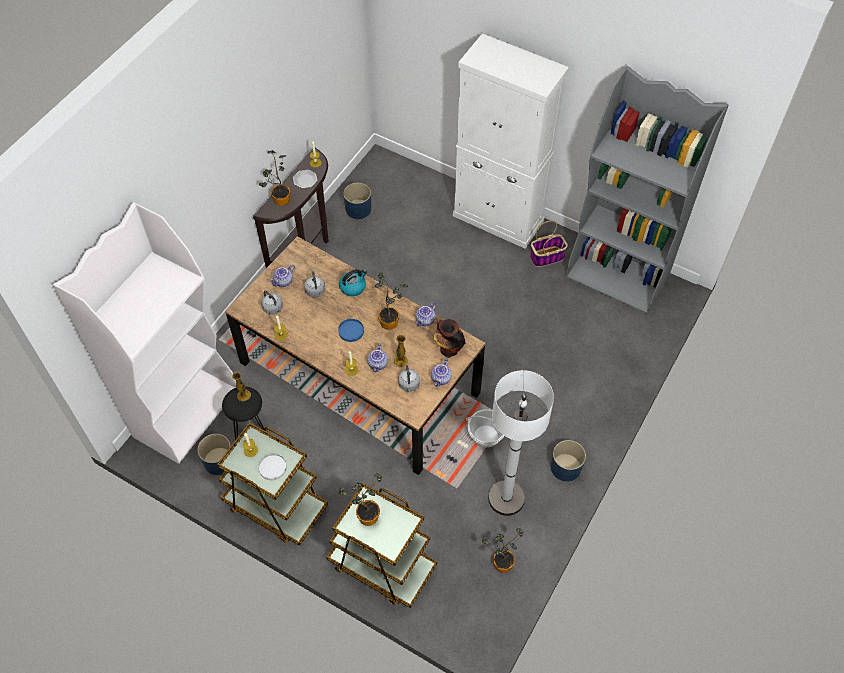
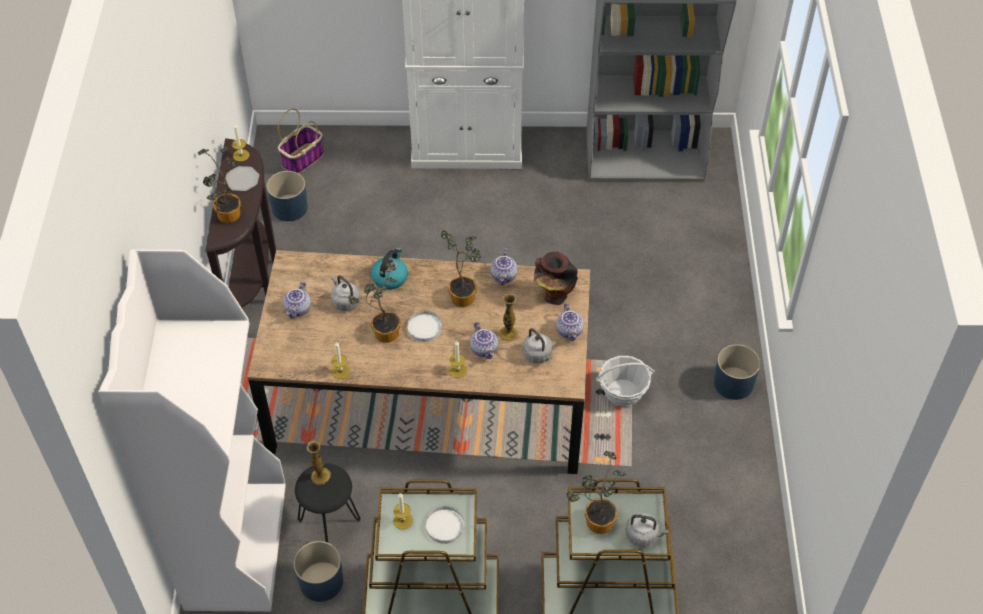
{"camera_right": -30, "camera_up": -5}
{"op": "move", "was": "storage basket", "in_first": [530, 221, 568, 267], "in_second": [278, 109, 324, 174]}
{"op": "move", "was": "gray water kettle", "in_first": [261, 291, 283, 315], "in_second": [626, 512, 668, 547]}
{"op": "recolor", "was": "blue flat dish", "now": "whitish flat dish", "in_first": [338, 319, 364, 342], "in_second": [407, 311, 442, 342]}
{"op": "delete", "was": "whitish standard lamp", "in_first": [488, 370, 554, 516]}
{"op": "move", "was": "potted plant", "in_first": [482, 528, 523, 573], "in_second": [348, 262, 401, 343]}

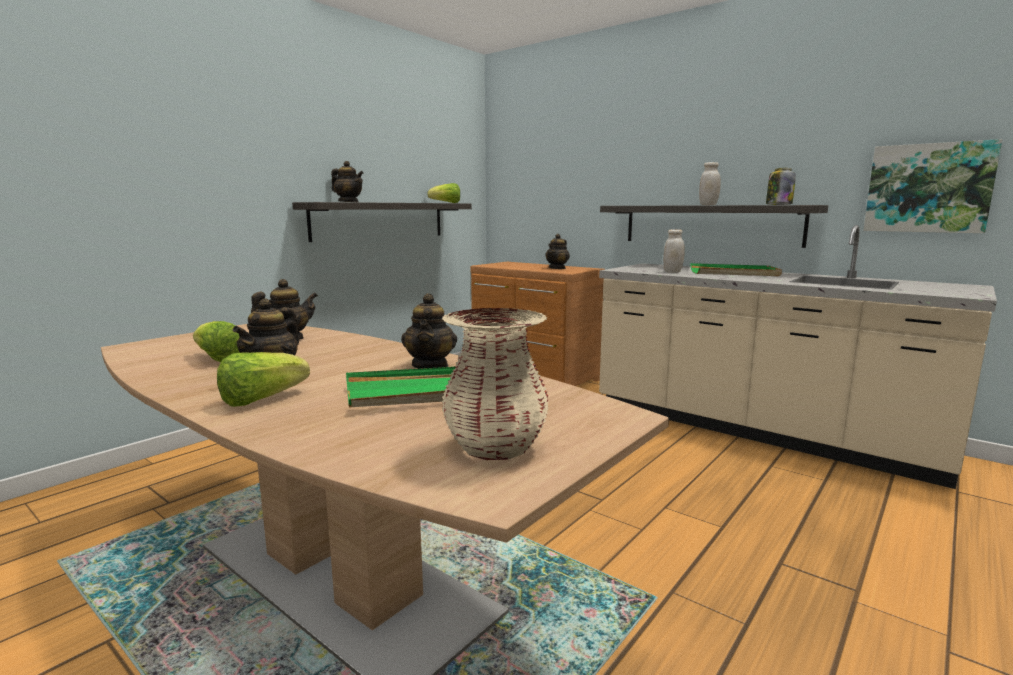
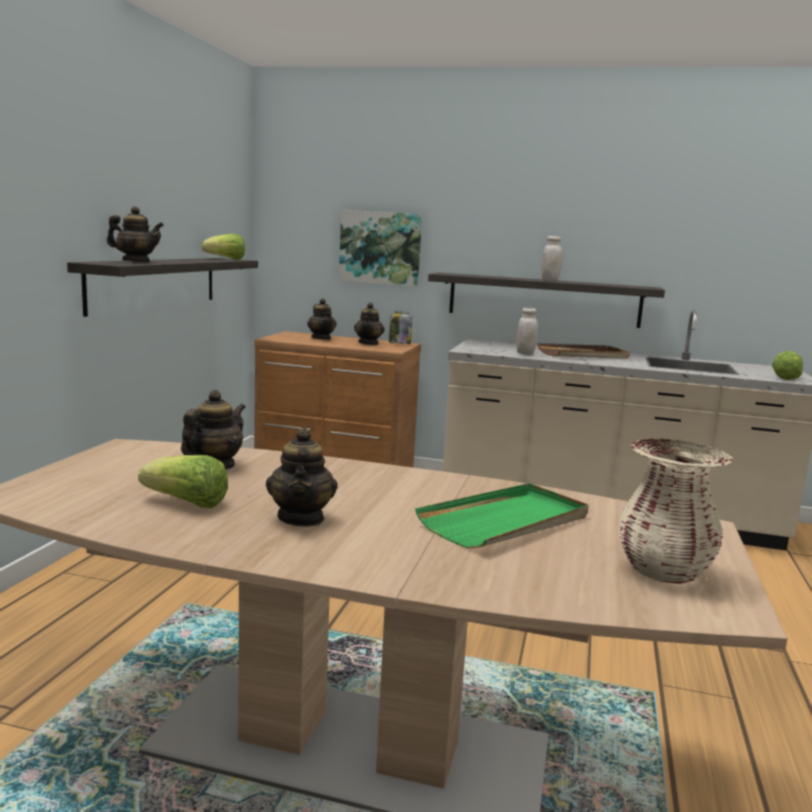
{"camera_right": -25, "camera_up": 0}
{"op": "move", "was": "picture", "in_first": [863, 139, 1002, 233], "in_second": [339, 210, 422, 287]}
{"op": "move", "was": "jar", "in_first": [766, 168, 796, 205], "in_second": [389, 311, 412, 344]}
{"op": "recolor", "was": "green-coloured carrying tray", "now": "brownish carrying tray", "in_first": [690, 263, 782, 276], "in_second": [538, 343, 630, 359]}
{"op": "move", "was": "tea pot", "in_first": [401, 293, 457, 369], "in_second": [307, 298, 336, 340]}
{"op": "move", "was": "head of lettuce", "in_first": [217, 352, 310, 407], "in_second": [772, 351, 803, 380]}

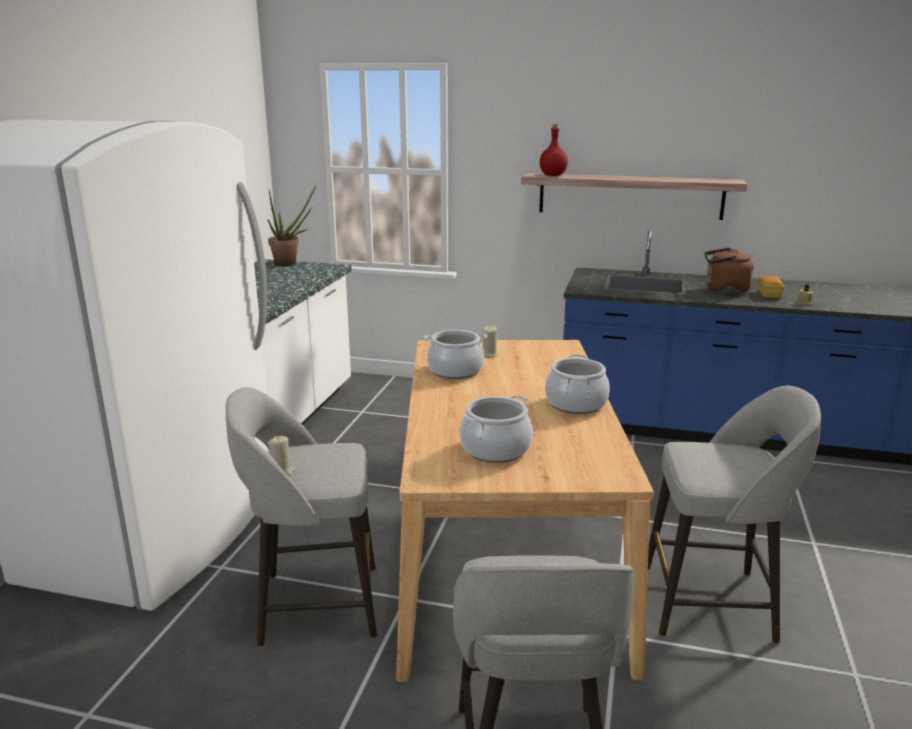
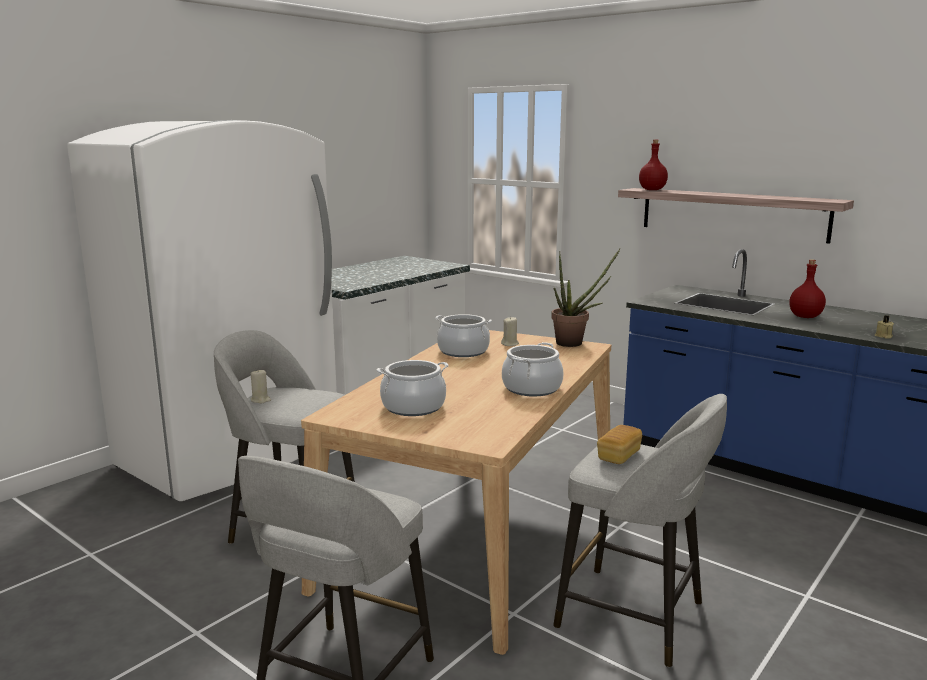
{"camera_right": 25, "camera_up": -5}
{"op": "move", "was": "potted plant", "in_first": [267, 184, 317, 266], "in_second": [551, 249, 620, 347]}
{"op": "replace", "was": "brownish water kettle", "now": "reddish beverage bottle", "in_first": [704, 248, 754, 294], "in_second": [789, 259, 826, 318]}
{"op": "move", "was": "bread", "in_first": [758, 275, 784, 298], "in_second": [597, 425, 642, 464]}

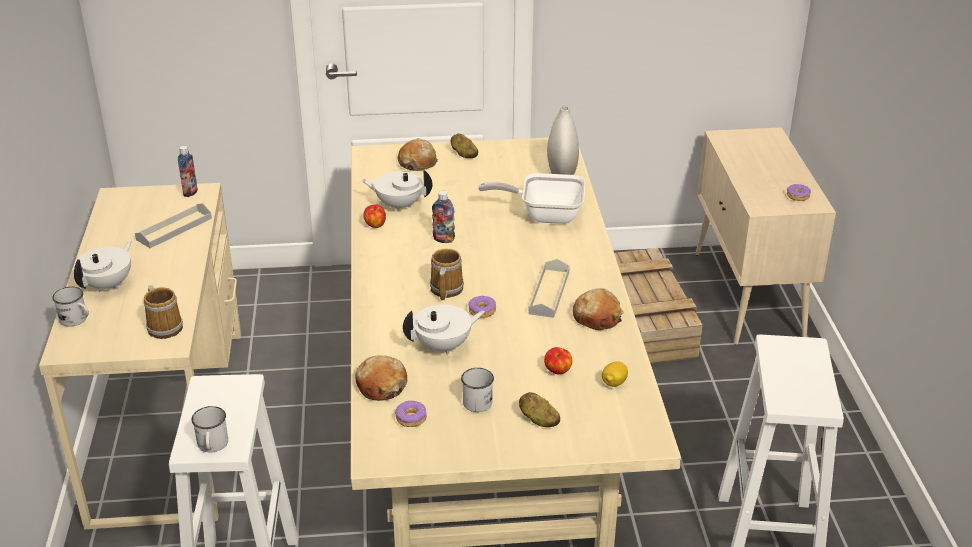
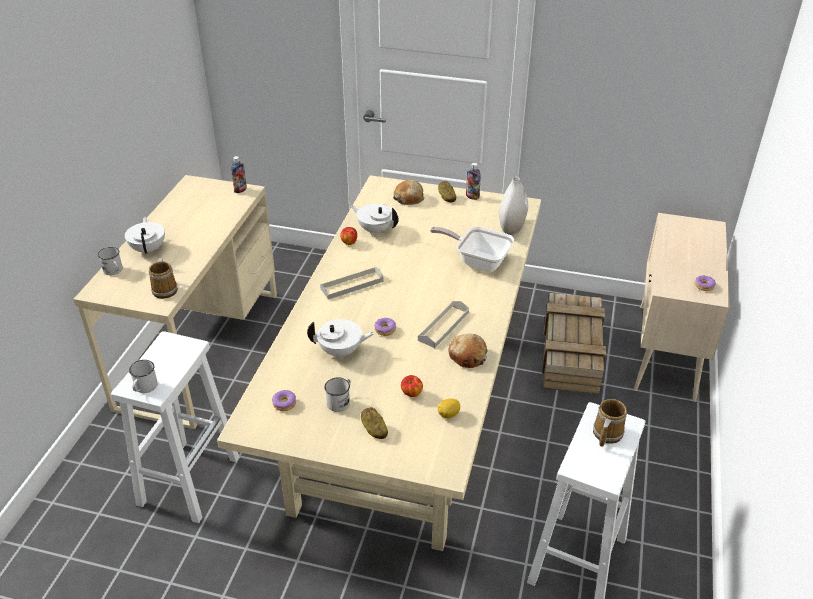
{"camera_right": 20, "camera_up": 5}
{"op": "move", "was": "beverage bottle", "in_first": [432, 191, 455, 243], "in_second": [466, 163, 481, 200]}
{"op": "move", "was": "gray carrying tray", "in_first": [135, 203, 212, 248], "in_second": [320, 267, 384, 300]}
{"op": "rotate", "was": "whitish tea pot", "in_first": [74, 241, 132, 292], "in_second": [125, 217, 165, 255], "clockwise": -60}
{"op": "move", "was": "coffee mug", "in_first": [430, 248, 464, 301], "in_second": [593, 399, 627, 447]}
{"op": "delete", "was": "bread", "in_first": [355, 355, 407, 401]}

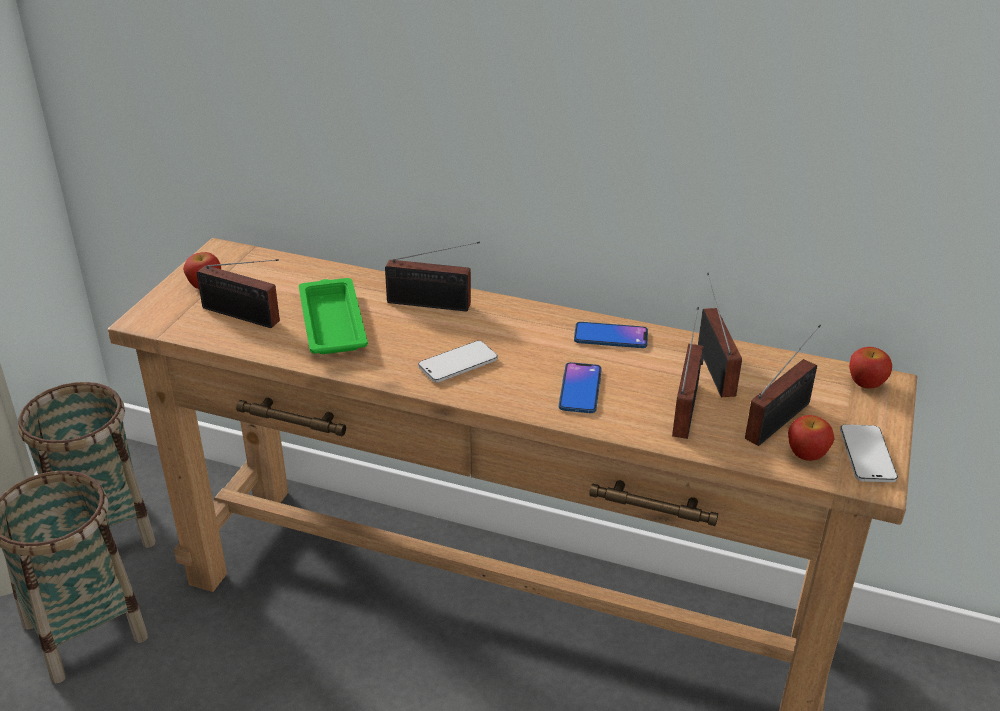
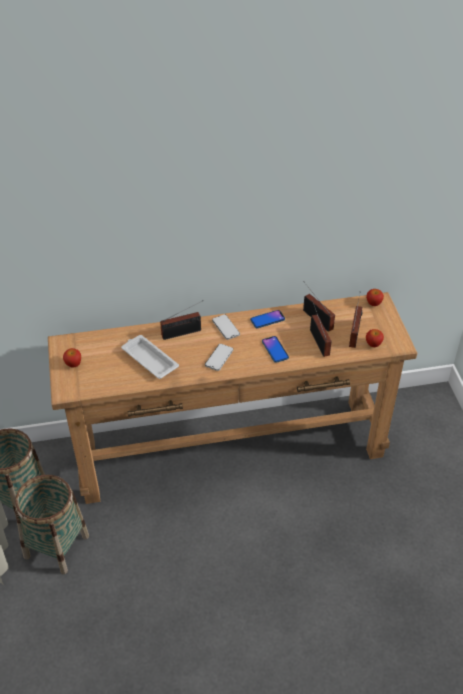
{"camera_right": -30, "camera_up": 10}
{"op": "delete", "was": "radio", "in_first": [197, 259, 280, 328]}
{"op": "recolor", "was": "green-coloured carrying tray", "now": "whitish carrying tray", "in_first": [299, 278, 368, 354], "in_second": [121, 335, 179, 379]}
{"op": "move", "was": "handset", "in_first": [840, 424, 898, 482], "in_second": [212, 315, 240, 340]}

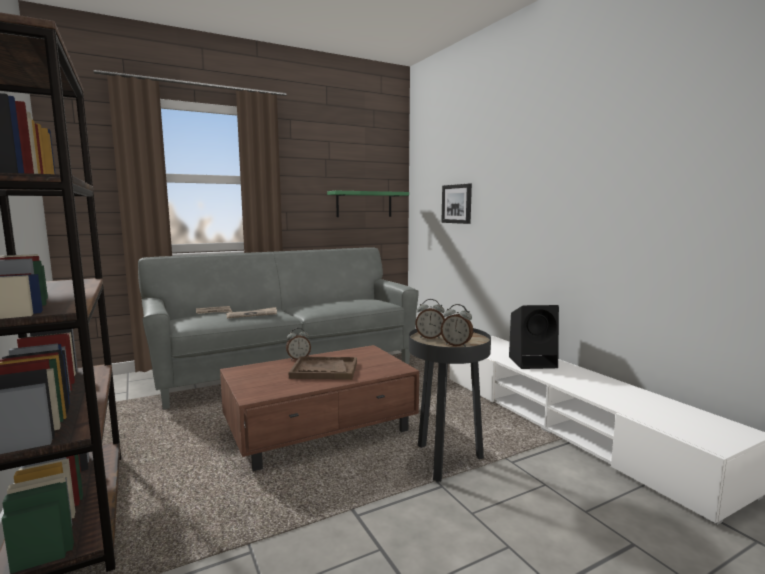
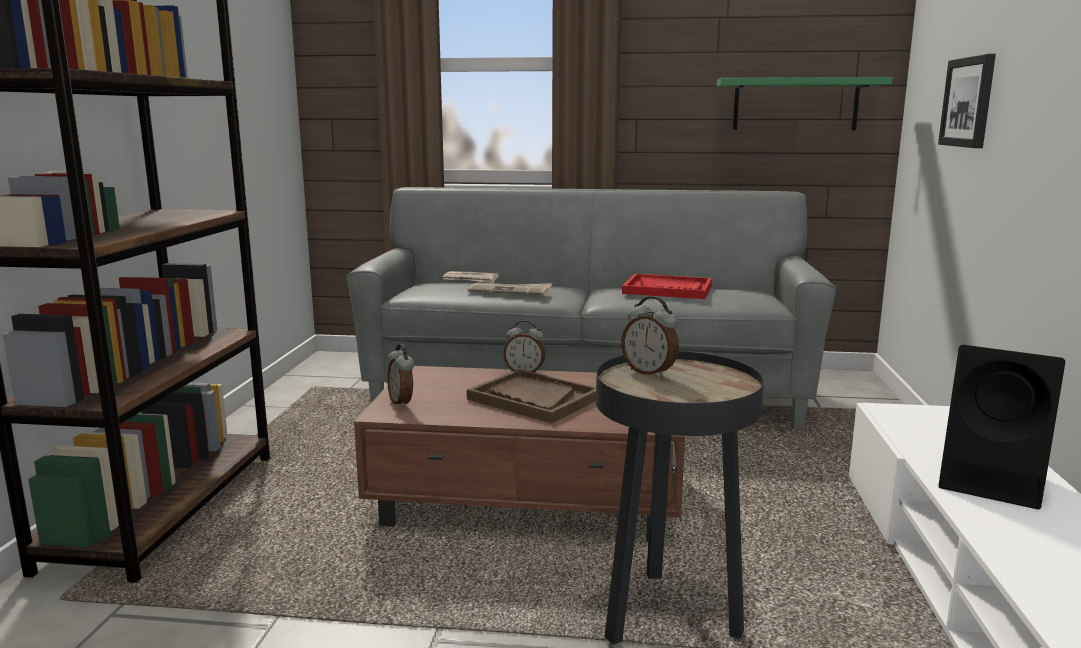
{"camera_right": 35, "camera_up": 5}
{"op": "move", "was": "table clock", "in_first": [441, 304, 473, 347], "in_second": [387, 344, 414, 408]}
{"op": "insert", "now": "reddish carrying tray", "in_second": [622, 274, 712, 299]}

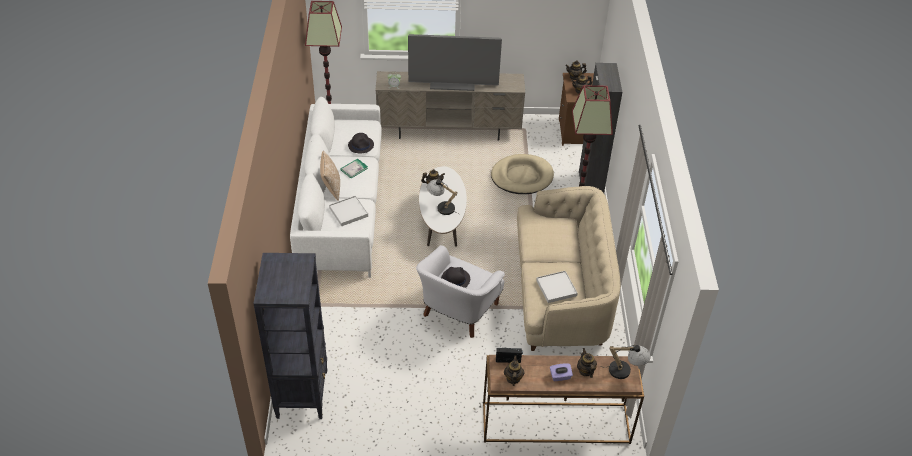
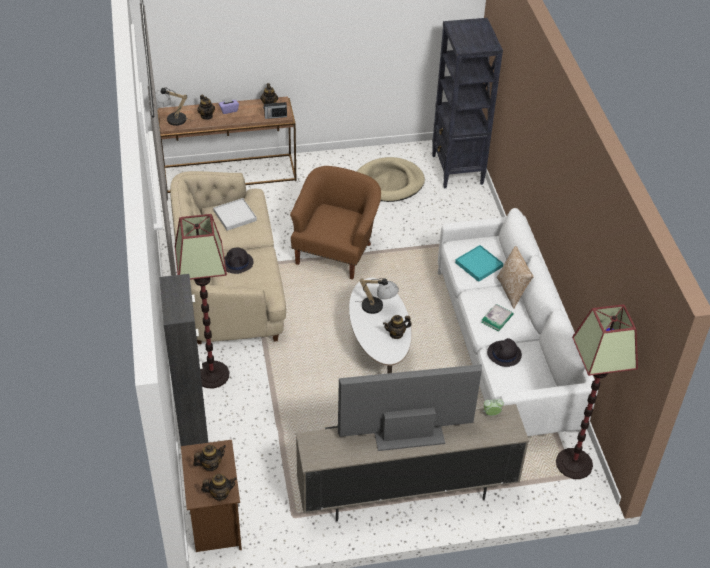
{"camera_right": 170, "camera_up": 0}
{"op": "move", "was": "beige-coloured pet bed", "in_first": [491, 154, 554, 194], "in_second": [357, 157, 425, 202]}
{"op": "recolor", "was": "whitish carrying tray", "now": "turquoise carrying tray", "in_first": [329, 195, 368, 226], "in_second": [455, 245, 504, 282]}
{"op": "recolor", "was": "whitish lounge chair", "now": "brownish lounge chair", "in_first": [416, 245, 505, 338], "in_second": [290, 166, 381, 279]}
{"op": "move", "was": "black-coloured hat", "in_first": [441, 267, 470, 288], "in_second": [224, 248, 253, 274]}

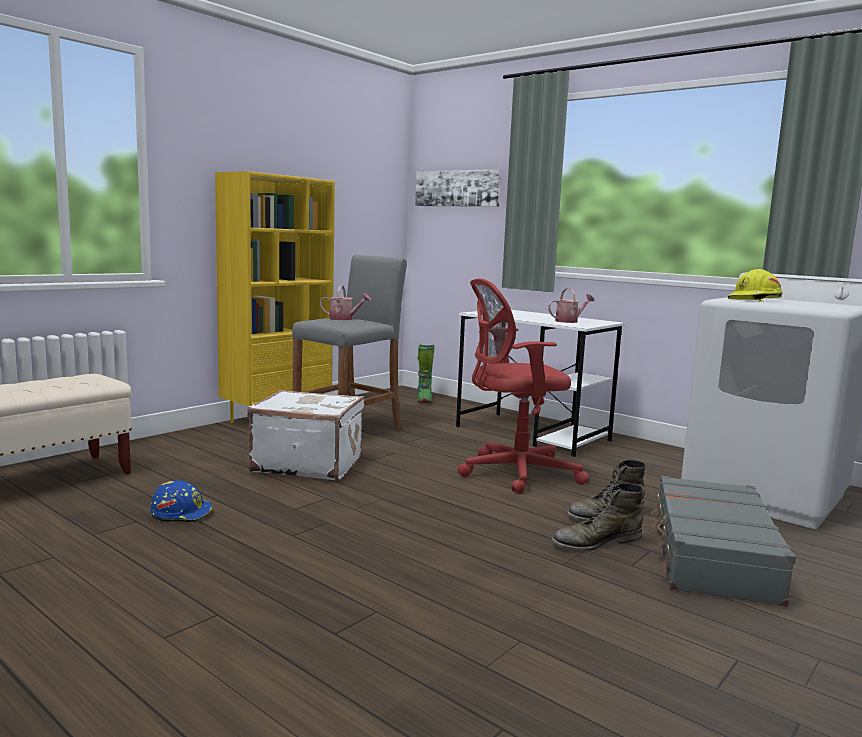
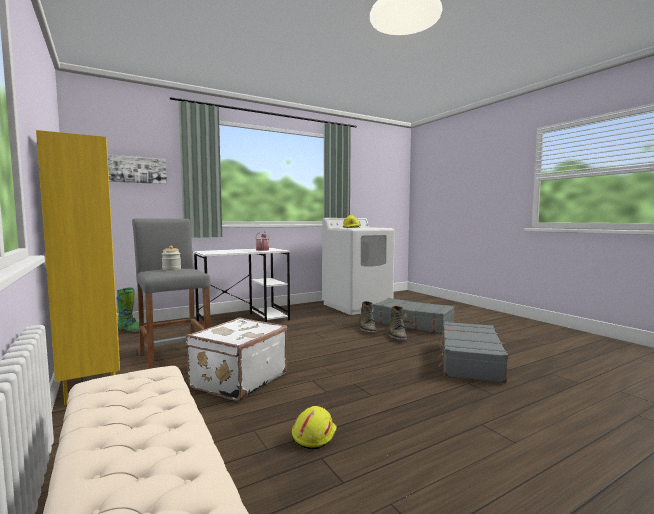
{"camera_right": -70, "camera_up": -5}
{"op": "delete", "was": "reddish office chair", "in_first": [458, 279, 589, 494]}
{"op": "replace", "was": "watering can", "now": "jar", "in_first": [320, 285, 371, 320], "in_second": [162, 246, 181, 270]}
{"op": "recolor", "was": "blue hard hat", "now": "yellowish hard hat", "in_first": [150, 481, 212, 523], "in_second": [292, 406, 337, 449]}
{"op": "insert", "now": "gray suitcase", "in_second": [439, 321, 508, 383]}

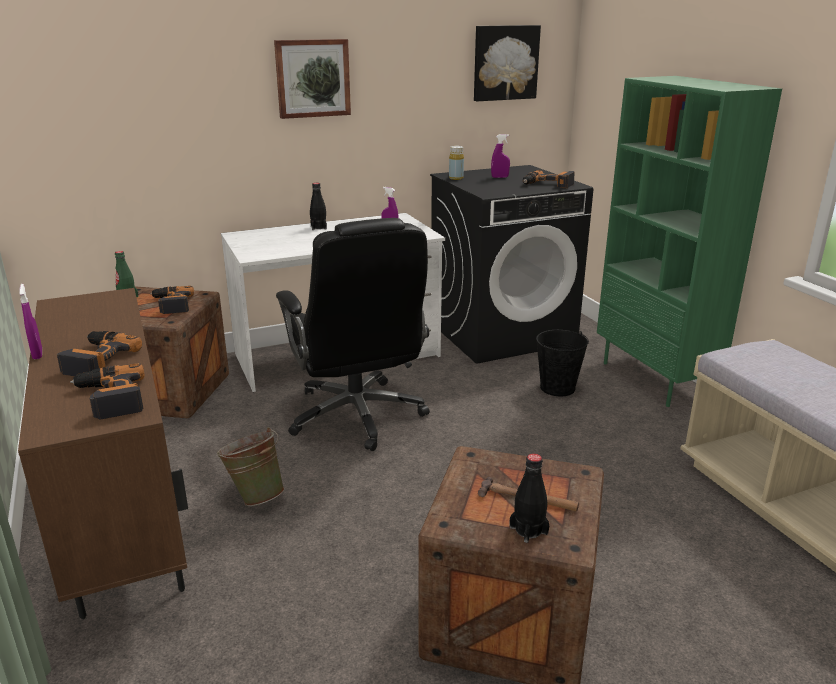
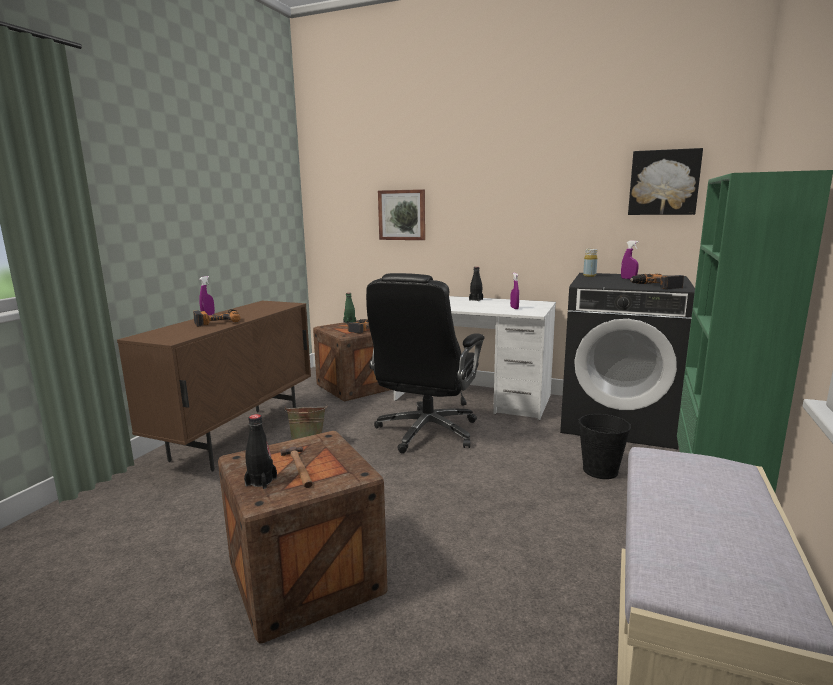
{"camera_right": 45, "camera_up": -10}
{"op": "move", "was": "picture", "in_first": [274, 39, 351, 119], "in_second": [378, 189, 425, 240]}
{"op": "delete", "was": "power drill", "in_first": [70, 363, 145, 420]}

